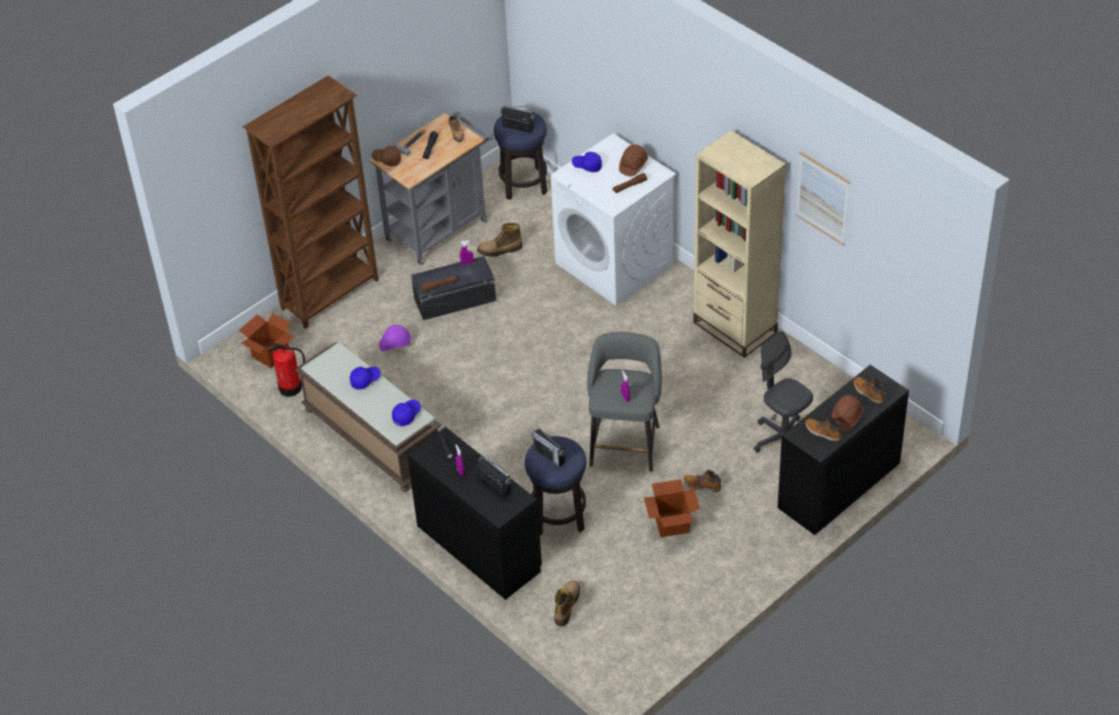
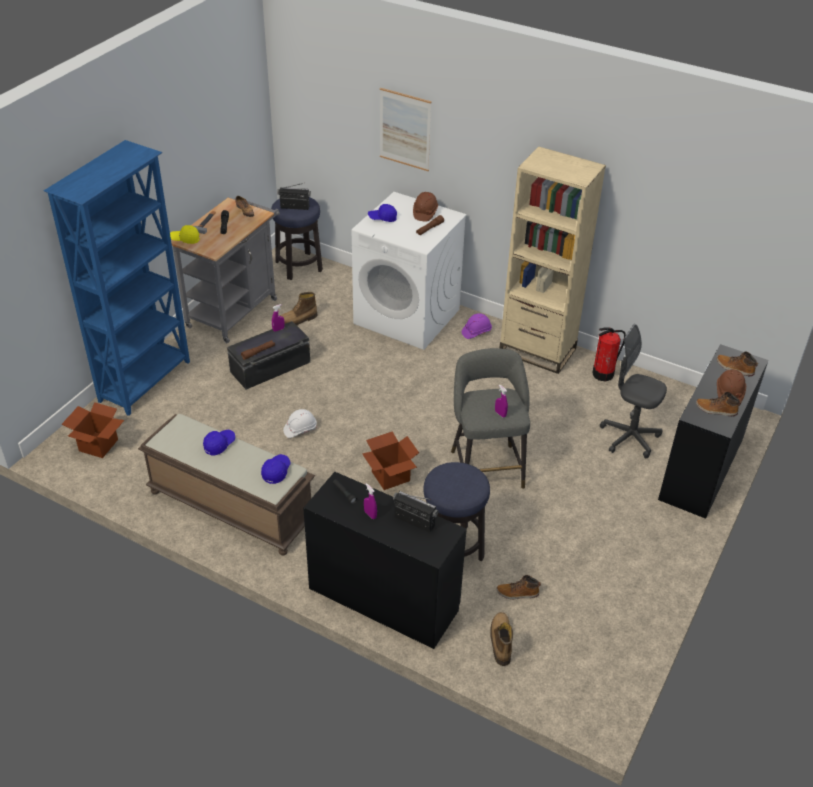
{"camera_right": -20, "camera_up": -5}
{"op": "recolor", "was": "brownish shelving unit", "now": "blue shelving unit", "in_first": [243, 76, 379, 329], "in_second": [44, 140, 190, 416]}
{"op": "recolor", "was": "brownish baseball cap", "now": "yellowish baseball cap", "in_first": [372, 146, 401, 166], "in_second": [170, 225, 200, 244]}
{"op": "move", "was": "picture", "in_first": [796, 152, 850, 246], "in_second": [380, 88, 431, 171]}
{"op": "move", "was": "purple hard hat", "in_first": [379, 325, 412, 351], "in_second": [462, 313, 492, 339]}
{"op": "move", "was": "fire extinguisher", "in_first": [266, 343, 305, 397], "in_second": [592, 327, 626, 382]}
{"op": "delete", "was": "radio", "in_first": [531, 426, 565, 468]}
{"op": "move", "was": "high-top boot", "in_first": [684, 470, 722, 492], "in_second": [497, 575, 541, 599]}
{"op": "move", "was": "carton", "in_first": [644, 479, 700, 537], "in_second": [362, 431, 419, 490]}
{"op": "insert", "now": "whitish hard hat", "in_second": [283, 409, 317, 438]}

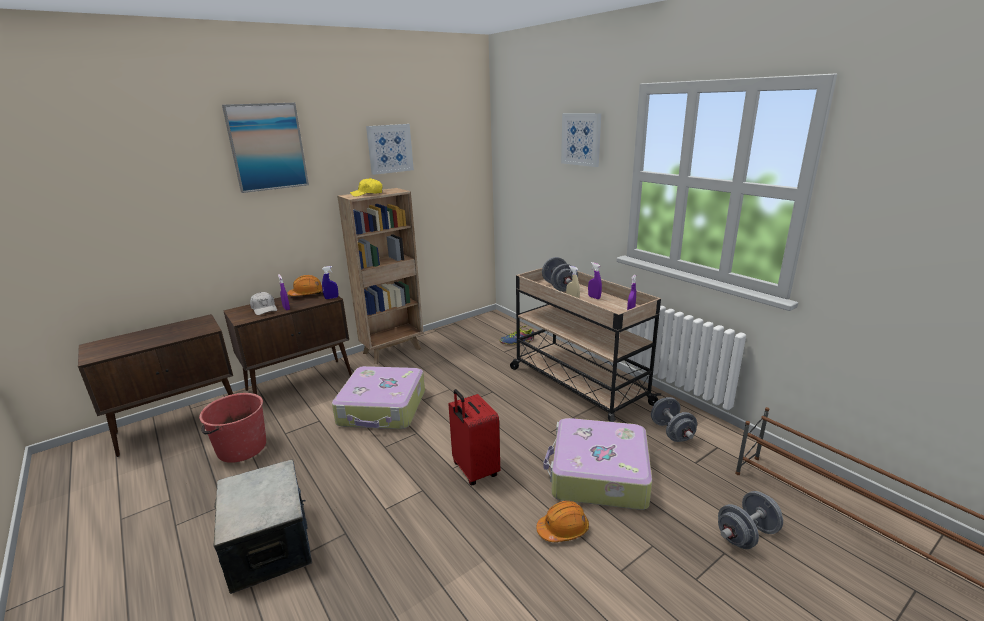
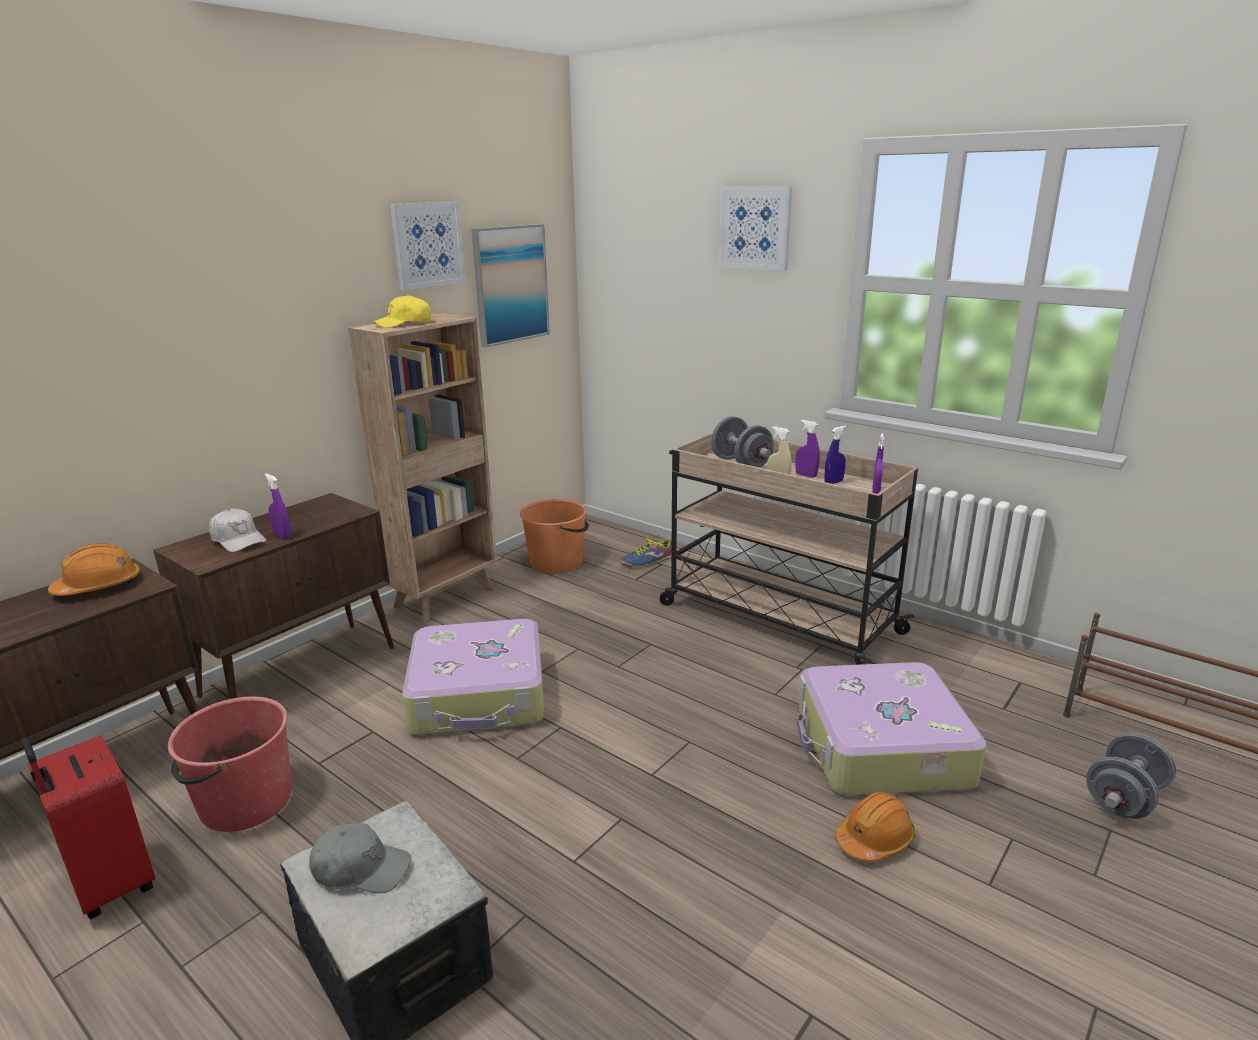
{"camera_right": -15, "camera_up": 0}
{"op": "move", "was": "picture", "in_first": [222, 103, 309, 193], "in_second": [471, 224, 550, 347]}
{"op": "move", "was": "blue spray bottle", "in_first": [322, 266, 338, 299], "in_second": [824, 426, 846, 484]}
{"op": "move", "was": "orange hard hat", "in_first": [287, 275, 323, 296], "in_second": [48, 543, 140, 596]}
{"op": "move", "was": "reddish suitcase", "in_first": [448, 389, 500, 485], "in_second": [21, 735, 155, 919]}
{"op": "delete", "was": "gray hand weight", "in_first": [651, 397, 697, 442]}
{"op": "insert", "now": "orange pail", "in_second": [520, 499, 589, 573]}
{"op": "insert", "now": "gray baseball cap", "in_second": [309, 823, 411, 893]}

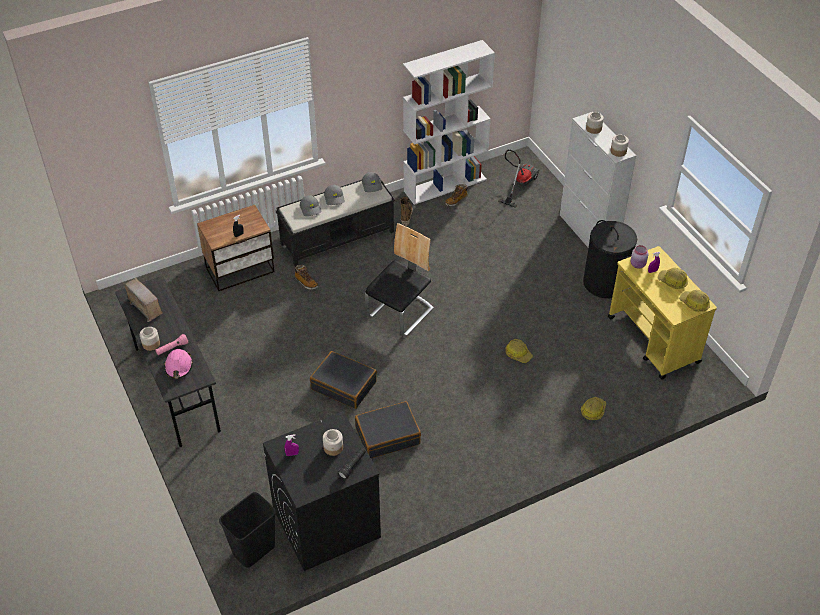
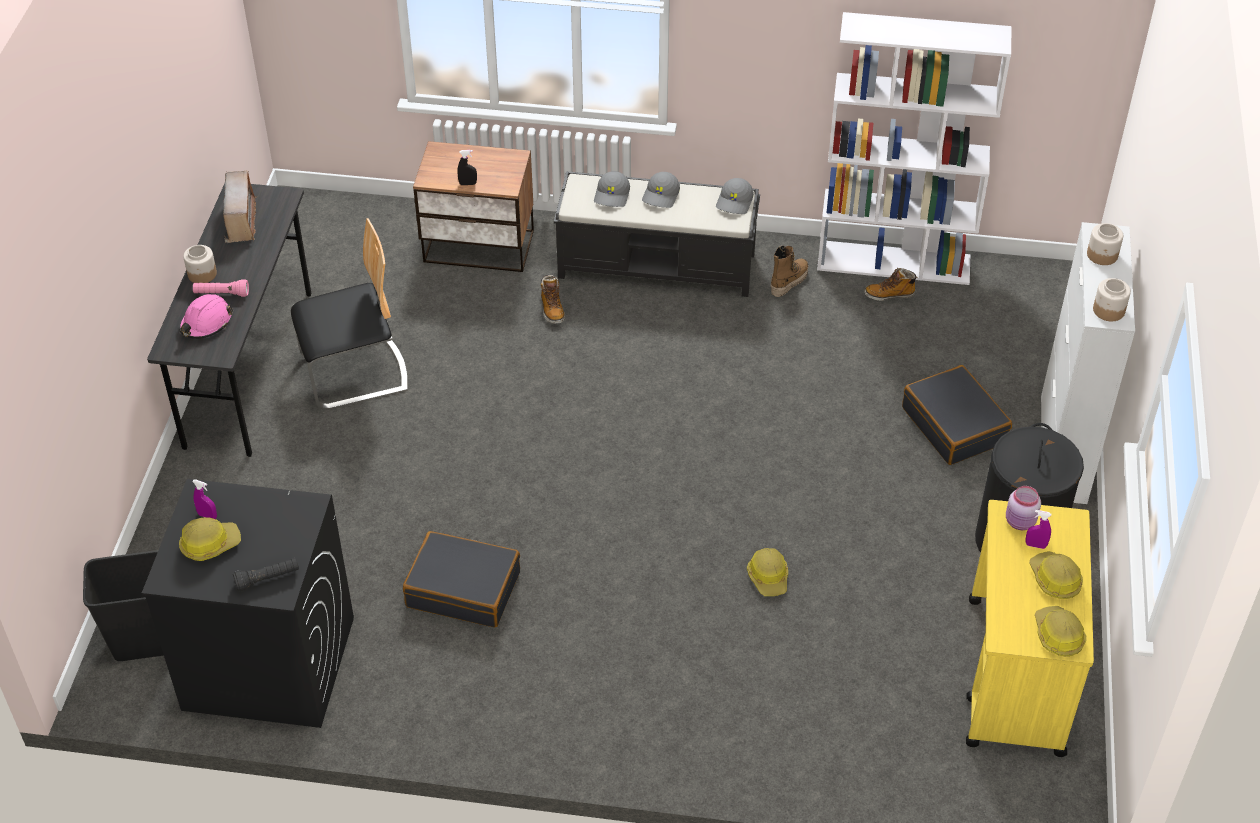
{"camera_right": 35, "camera_up": 0}
{"op": "delete", "was": "hoover", "in_first": [499, 149, 539, 208]}
{"op": "move", "was": "upright chair", "in_first": [365, 223, 434, 337], "in_second": [291, 218, 408, 410]}
{"op": "move", "was": "black-coloured suitcase", "in_first": [310, 351, 377, 409], "in_second": [902, 365, 1012, 465]}
{"op": "move", "was": "hard hat", "in_first": [581, 397, 606, 420], "in_second": [179, 517, 241, 561]}
{"op": "delete", "was": "jar", "in_first": [323, 429, 343, 456]}

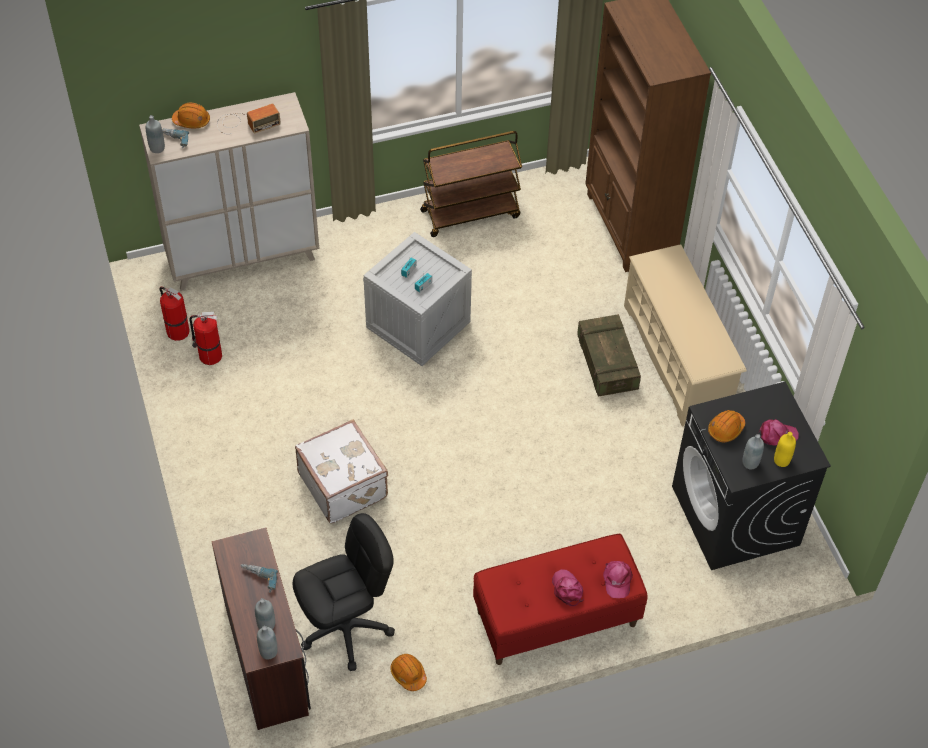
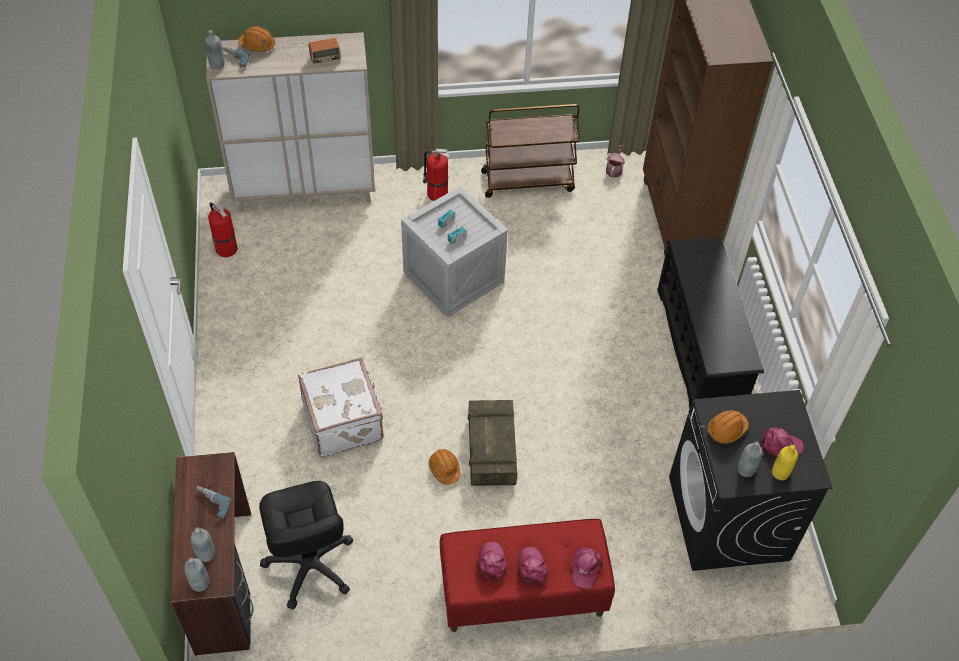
{"camera_right": 10, "camera_up": 0}
{"op": "recolor", "was": "beige-coloured shoe shelf", "now": "black-coloured shoe shelf", "in_first": [624, 244, 747, 426], "in_second": [657, 237, 764, 408]}
{"op": "move", "was": "fire extinguisher", "in_first": [189, 312, 222, 365], "in_second": [423, 149, 449, 201]}
{"op": "move", "was": "shipping crate", "in_first": [577, 314, 641, 397], "in_second": [468, 400, 517, 486]}
{"op": "rotate", "was": "black-coloured office chair", "in_first": [293, 513, 395, 671], "in_second": [259, 481, 353, 609], "clockwise": 90}
{"op": "move", "was": "orange hard hat", "in_first": [390, 654, 427, 691], "in_second": [428, 449, 461, 485]}
{"op": "insert", "now": "watering can", "in_second": [606, 145, 625, 178]}
{"op": "insert", "now": "pink baseball cap", "in_second": [476, 542, 507, 583]}

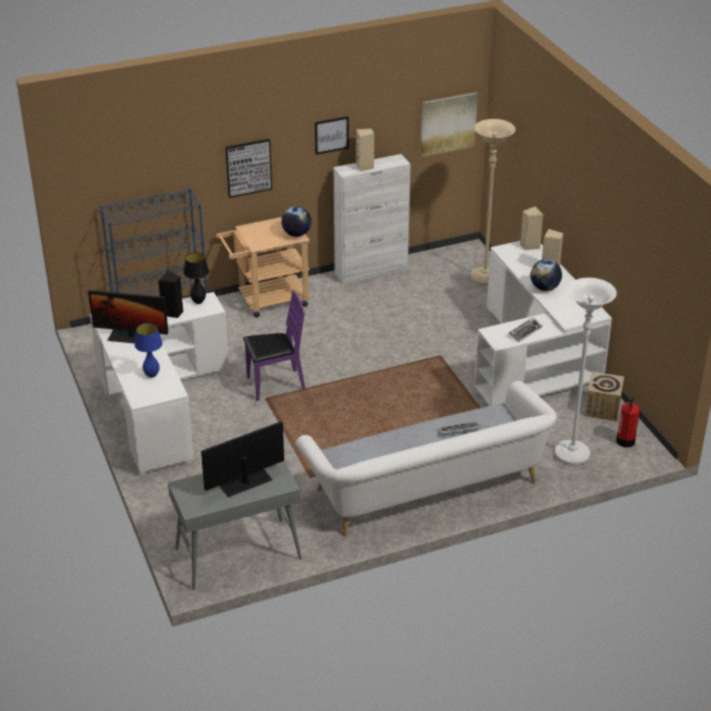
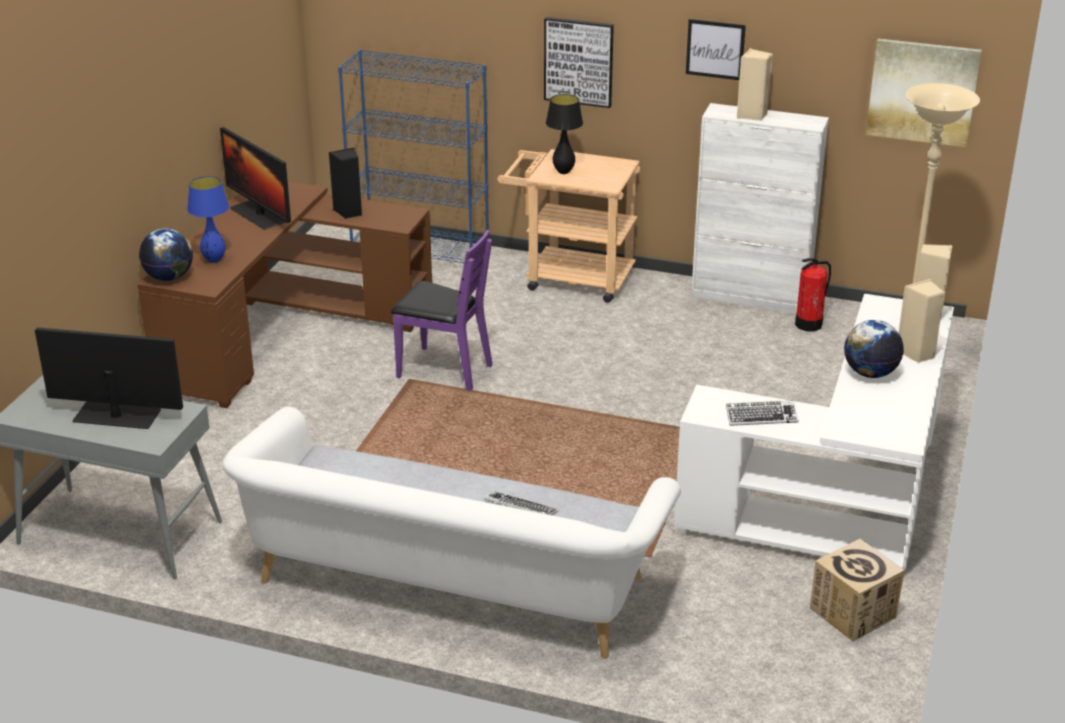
{"camera_right": 40, "camera_up": -5}
{"op": "move", "was": "world globe", "in_first": [281, 207, 312, 237], "in_second": [139, 228, 193, 281]}
{"op": "move", "was": "black-coloured table lamp", "in_first": [183, 252, 209, 304], "in_second": [546, 94, 583, 174]}
{"op": "delete", "was": "whitish standard lamp", "in_first": [555, 278, 617, 465]}
{"op": "recolor", "was": "whitish desk table", "now": "brownish desk table", "in_first": [90, 292, 229, 476], "in_second": [137, 182, 432, 408]}
{"op": "move", "was": "fire extinguisher", "in_first": [616, 397, 640, 447], "in_second": [795, 258, 831, 331]}

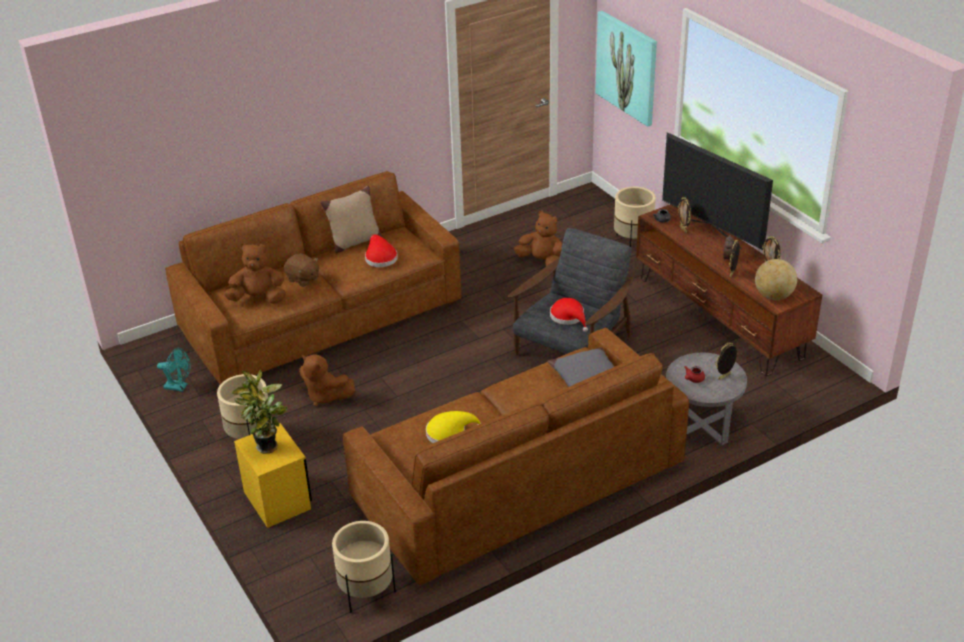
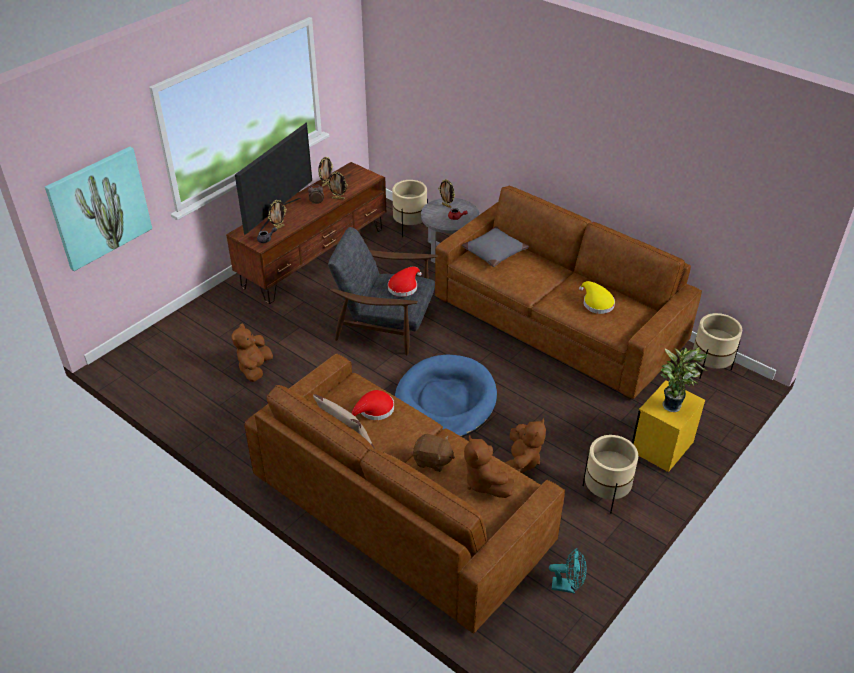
{"camera_right": -110, "camera_up": 5}
{"op": "move", "was": "beige-coloured flower pot", "in_first": [614, 187, 656, 247], "in_second": [392, 180, 428, 237]}
{"op": "rotate", "was": "brownish cuddly toy", "in_first": [284, 253, 319, 287], "in_second": [413, 434, 455, 472], "clockwise": 90}
{"op": "delete", "was": "world globe", "in_first": [755, 259, 797, 300]}
{"op": "rotate", "was": "turquoise cooling fan", "in_first": [157, 348, 191, 392], "in_second": [549, 548, 586, 594], "clockwise": 105}
{"op": "insert", "now": "blue pet bed", "in_second": [395, 354, 497, 437]}

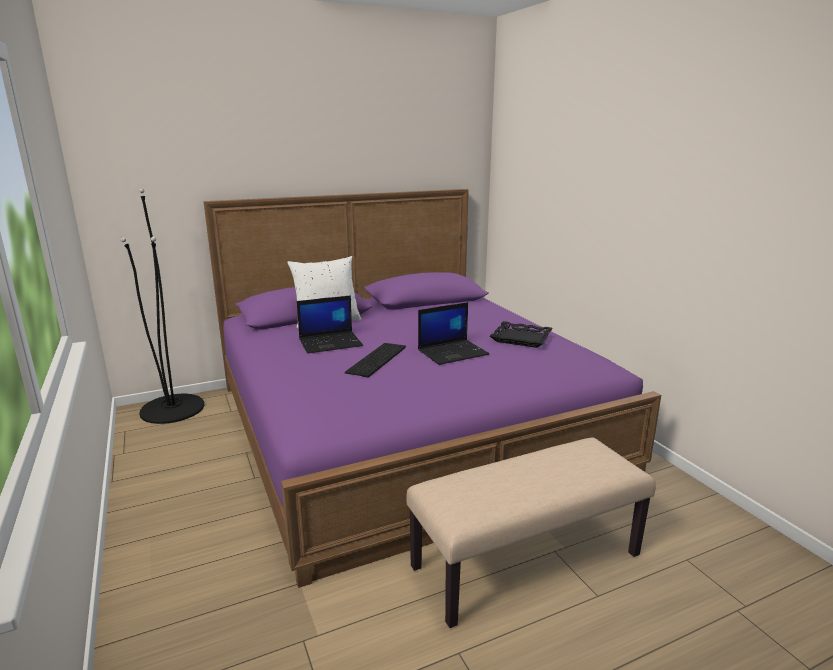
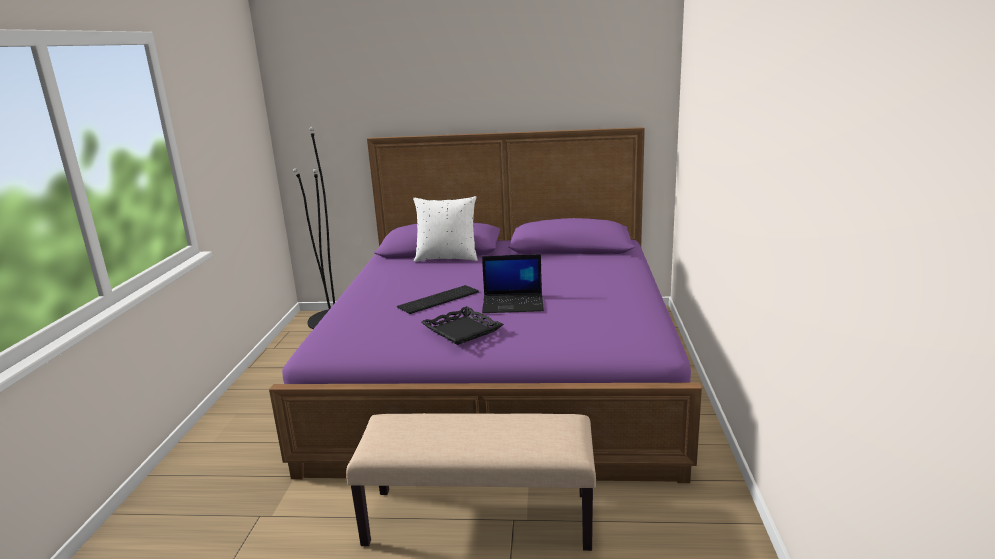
{"camera_right": 30, "camera_up": 0}
{"op": "delete", "was": "laptop", "in_first": [297, 295, 363, 354]}
{"op": "move", "was": "black-coloured carrying tray", "in_first": [490, 321, 553, 348], "in_second": [421, 306, 504, 345]}

